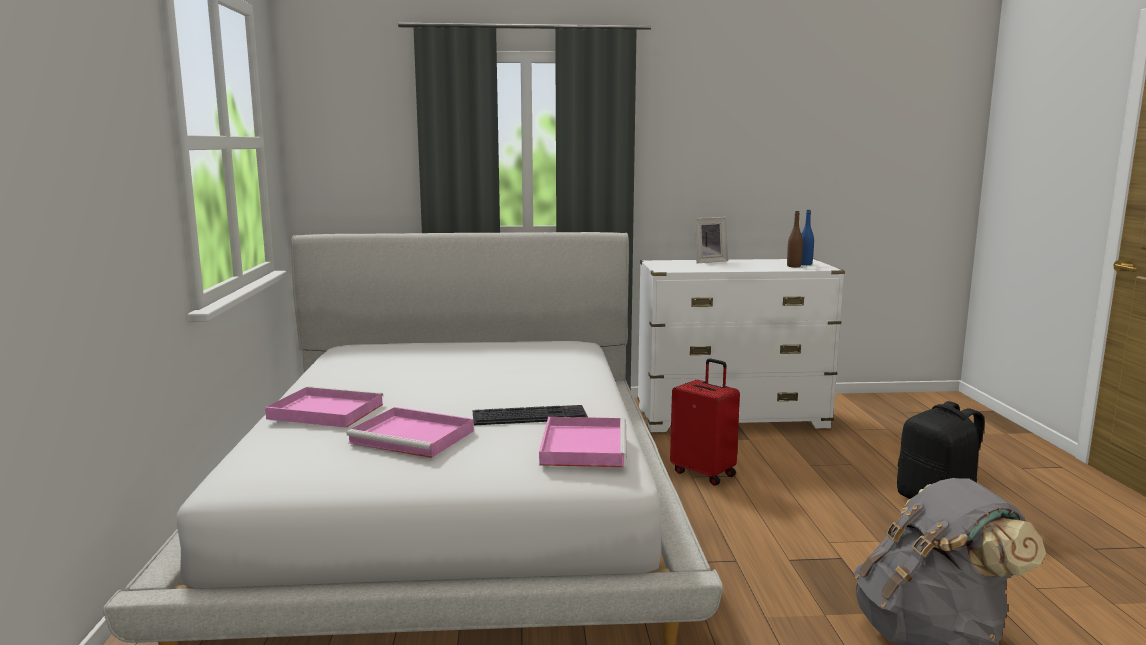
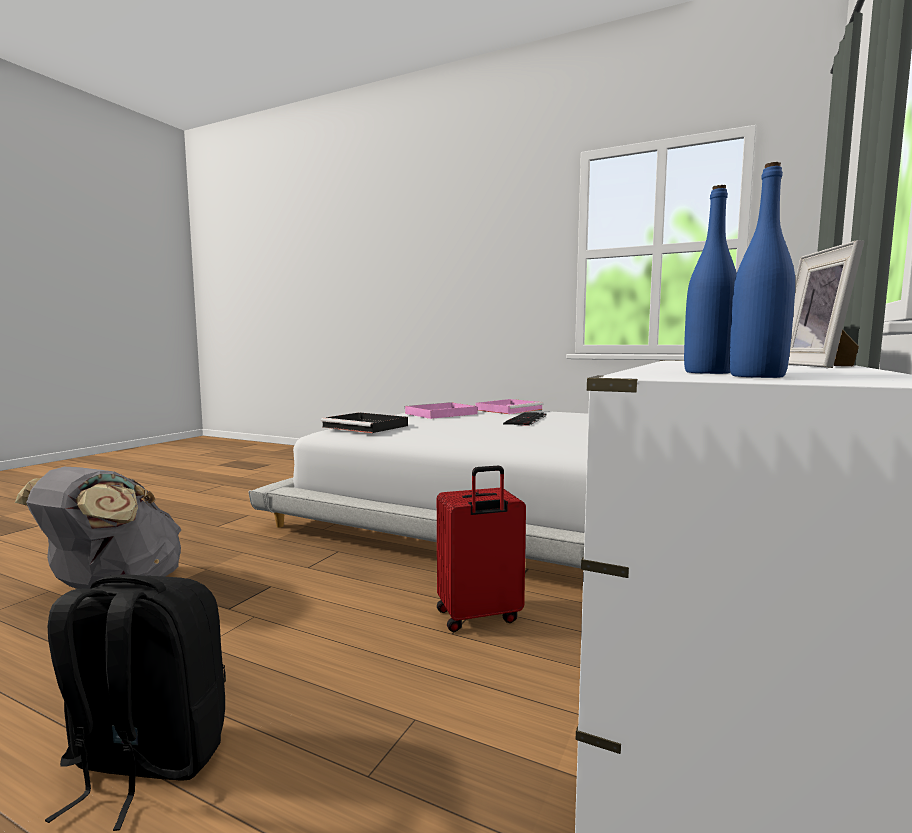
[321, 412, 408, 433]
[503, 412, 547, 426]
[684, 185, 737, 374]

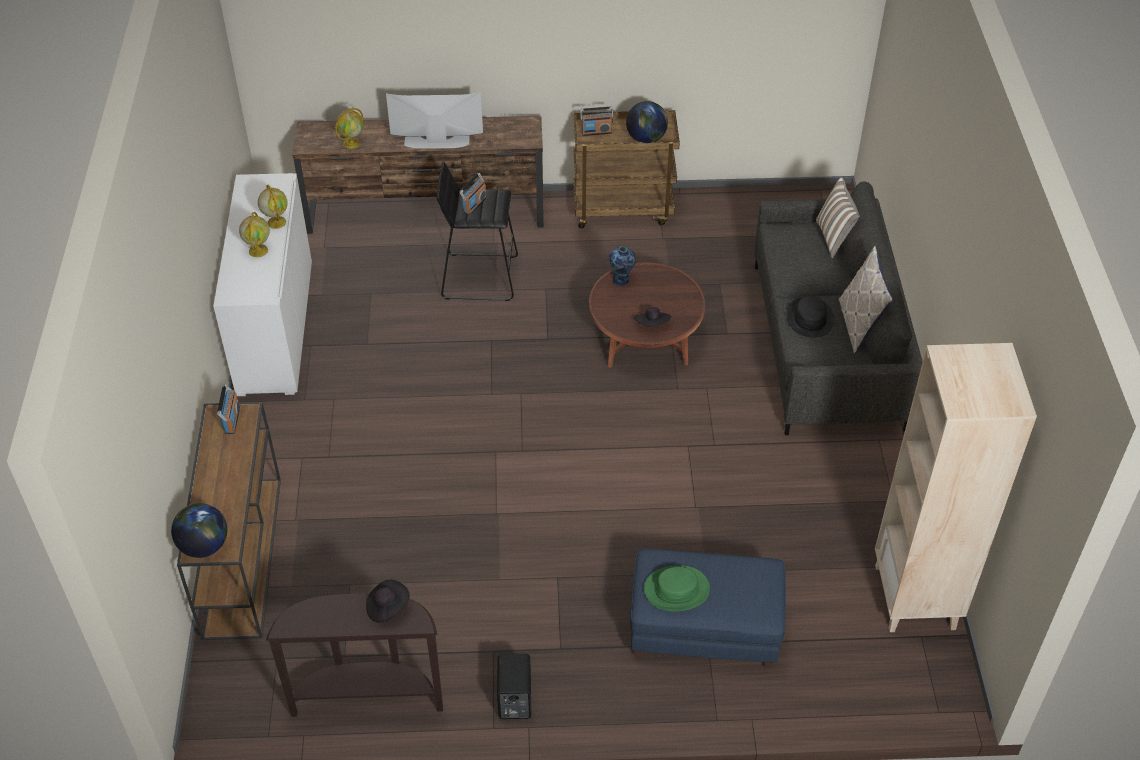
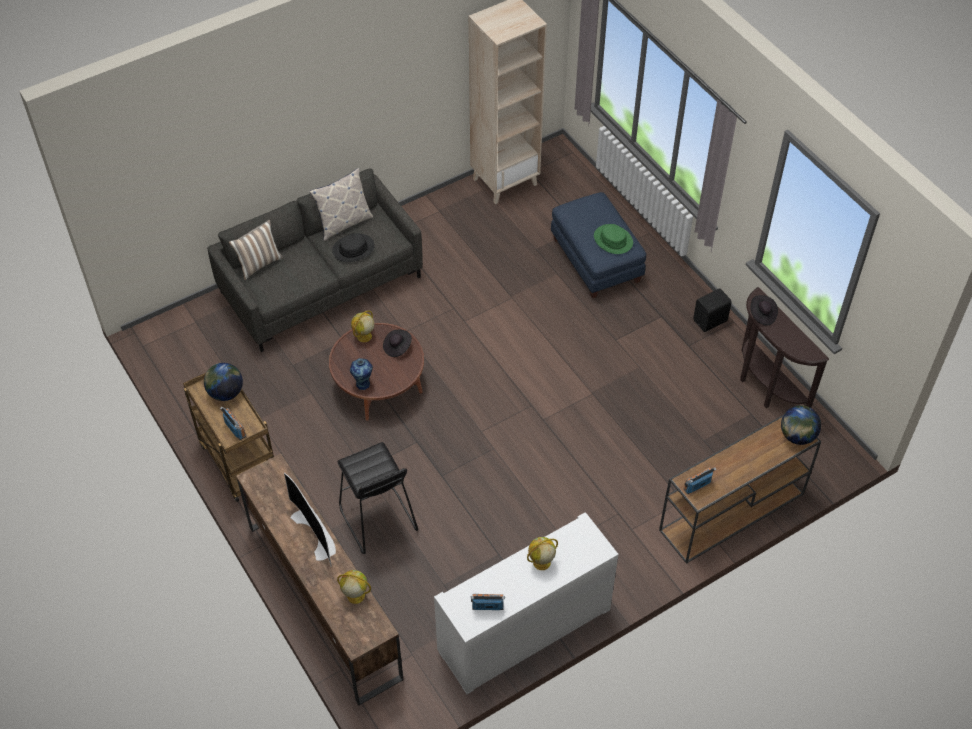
[351, 310, 374, 342]
[471, 594, 505, 610]

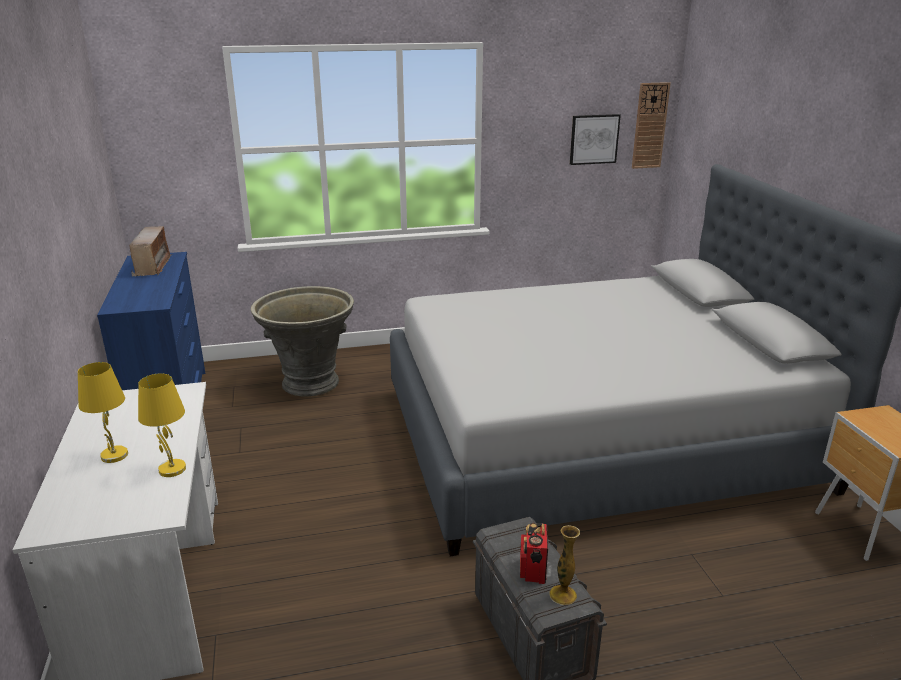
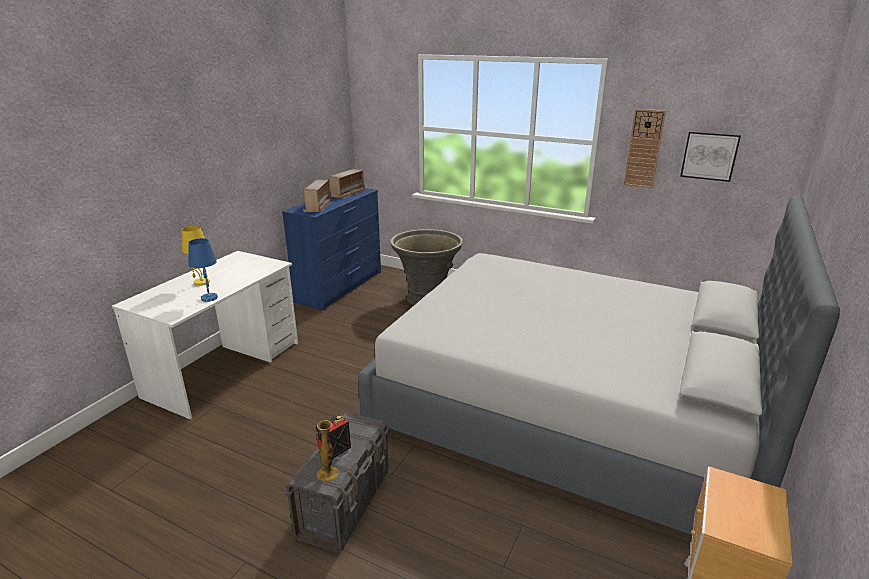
[188, 238, 218, 302]
[303, 179, 332, 212]
[624, 109, 666, 188]

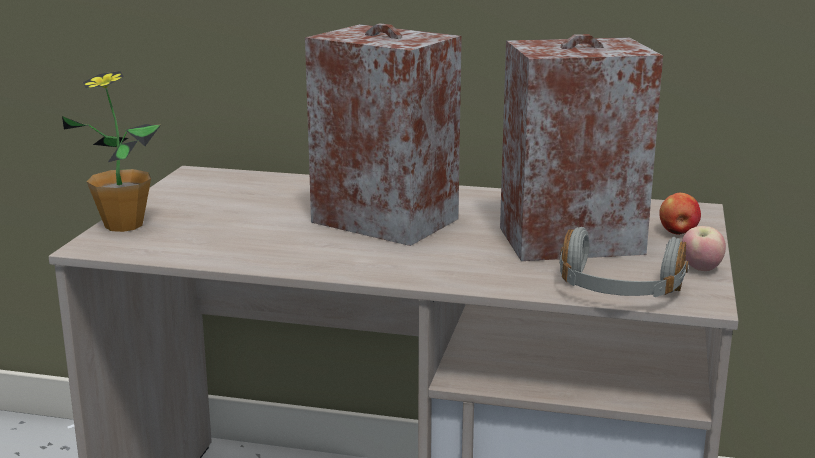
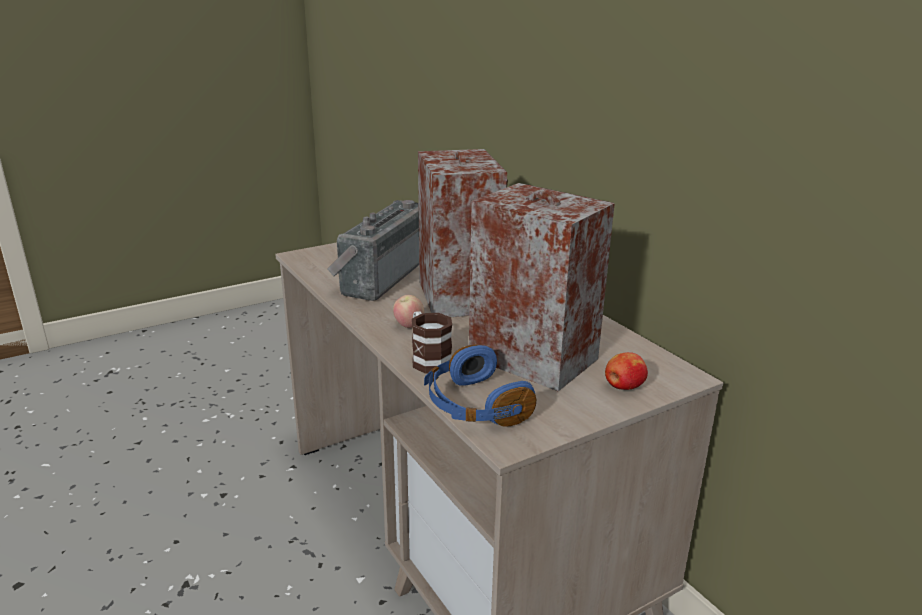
[327, 200, 419, 301]
[393, 295, 424, 328]
[412, 311, 452, 374]
[424, 345, 536, 427]
[62, 71, 161, 232] (first image)

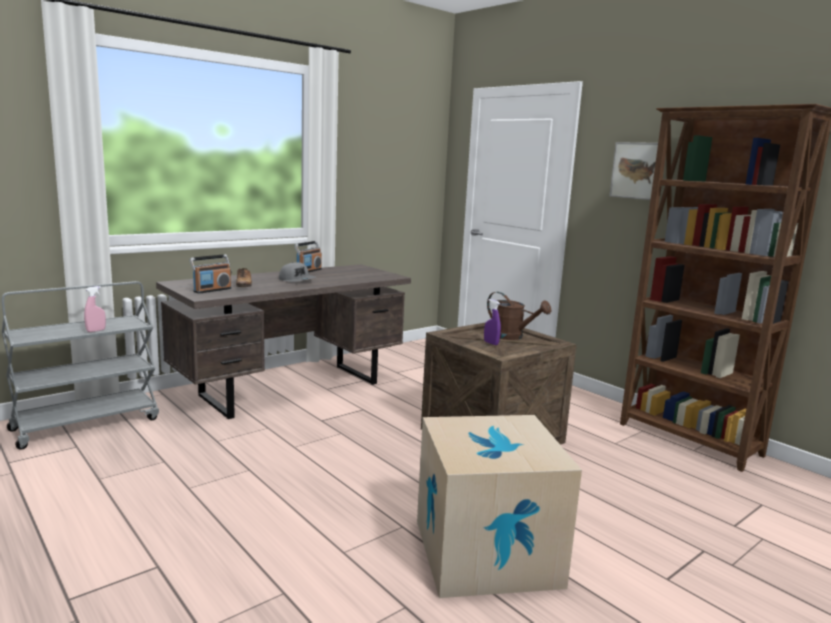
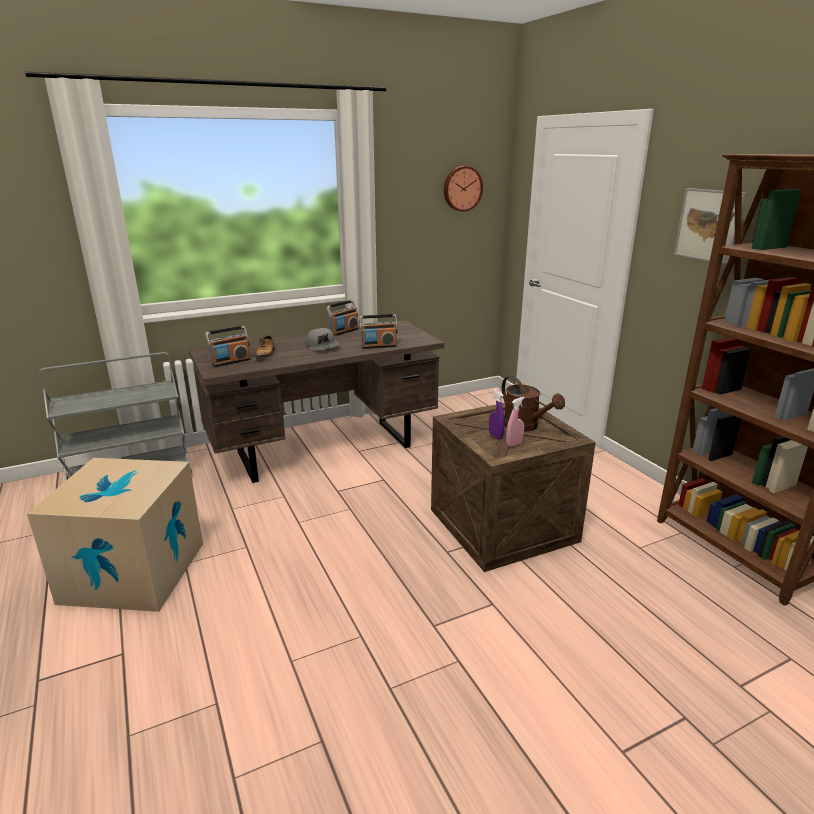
[27, 458, 203, 612]
[359, 314, 397, 349]
[444, 166, 483, 212]
[506, 397, 525, 447]

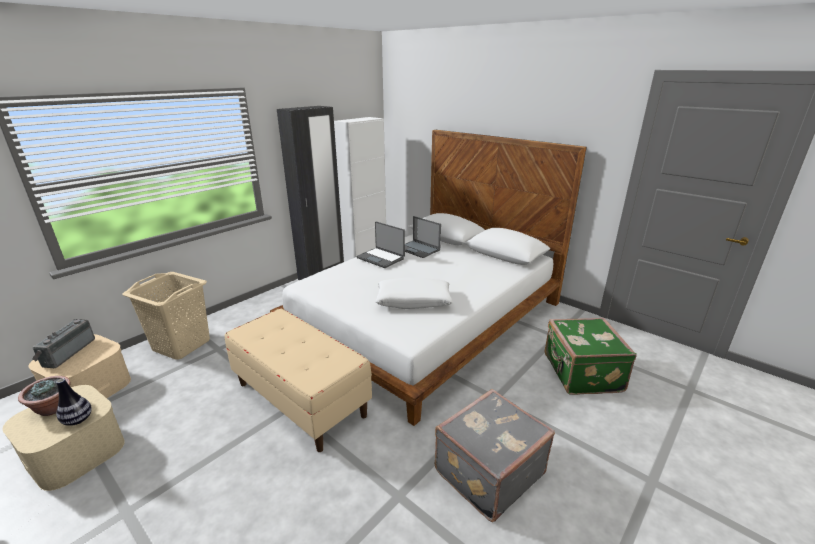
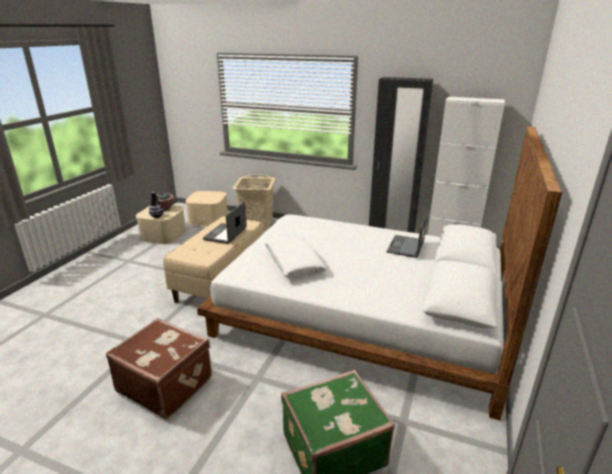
[106, 318, 212, 419]
[203, 202, 247, 244]
[32, 319, 95, 368] (first image)

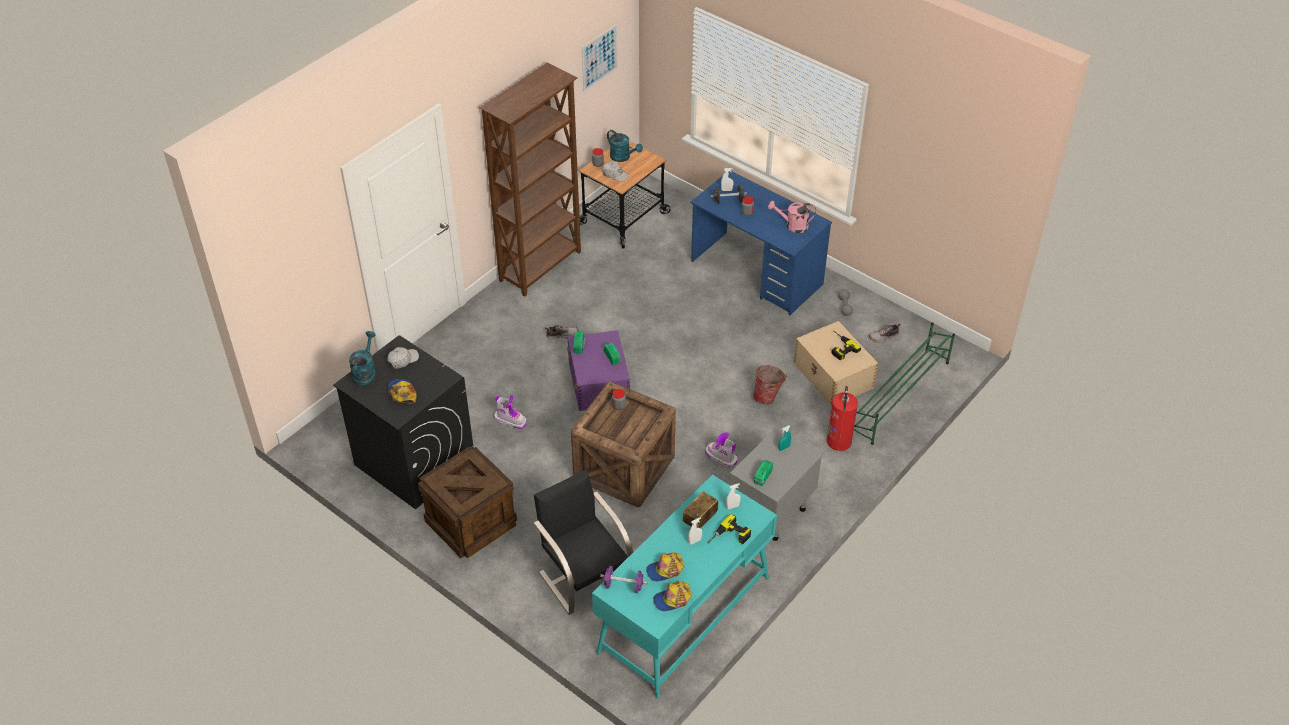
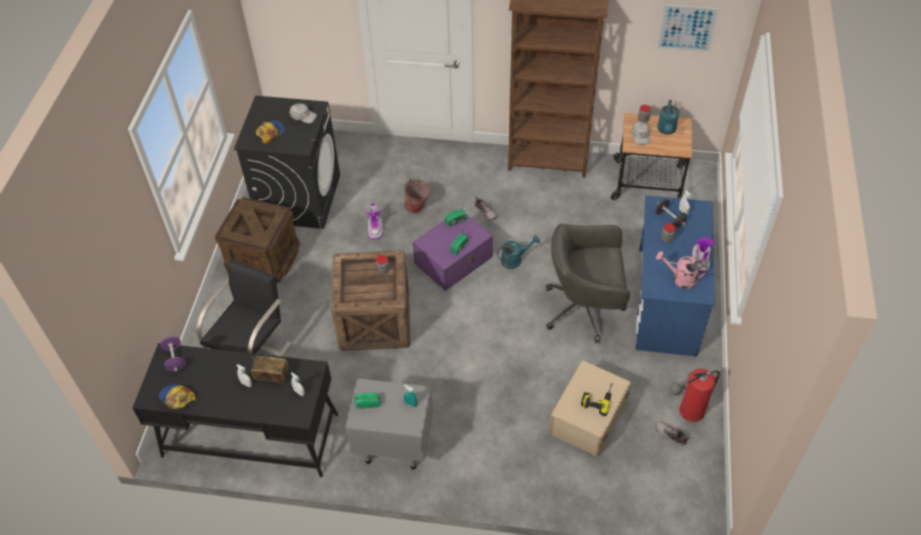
[132, 343, 338, 477]
[402, 179, 431, 213]
[497, 235, 540, 269]
[546, 224, 630, 343]
[656, 251, 707, 289]
[679, 369, 720, 422]
[692, 237, 715, 273]
[646, 552, 685, 582] (first image)
[708, 514, 751, 544] (first image)
[854, 322, 955, 445] (first image)

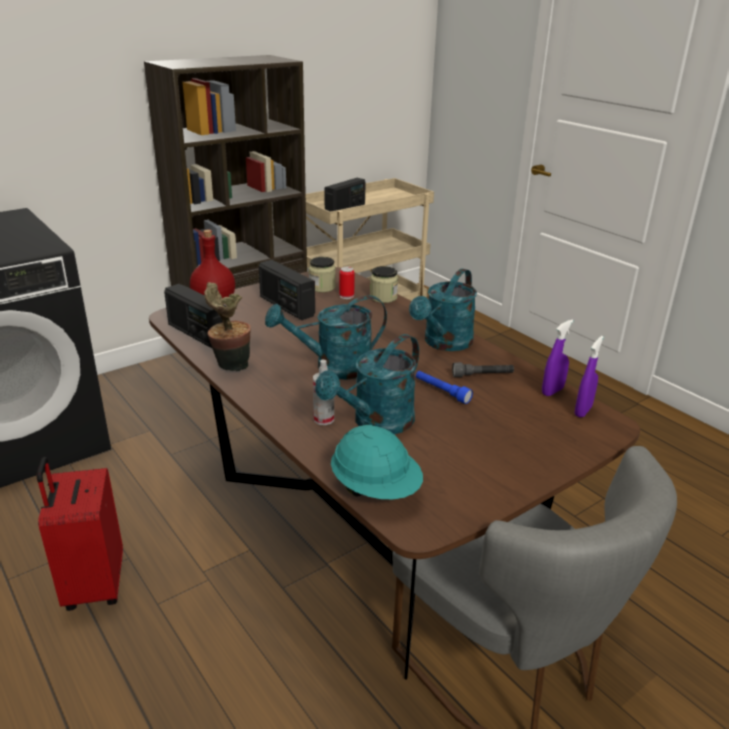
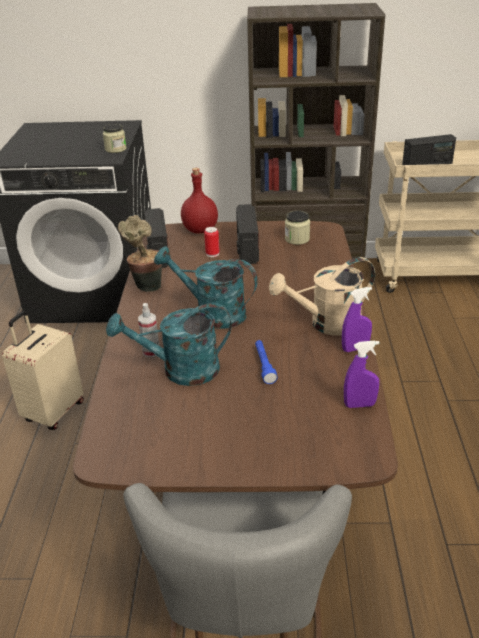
[2, 311, 84, 430]
[103, 124, 127, 153]
[204, 227, 220, 257]
[269, 257, 375, 335]
[342, 287, 372, 352]
[331, 425, 423, 499] (first image)
[452, 362, 514, 377] (first image)

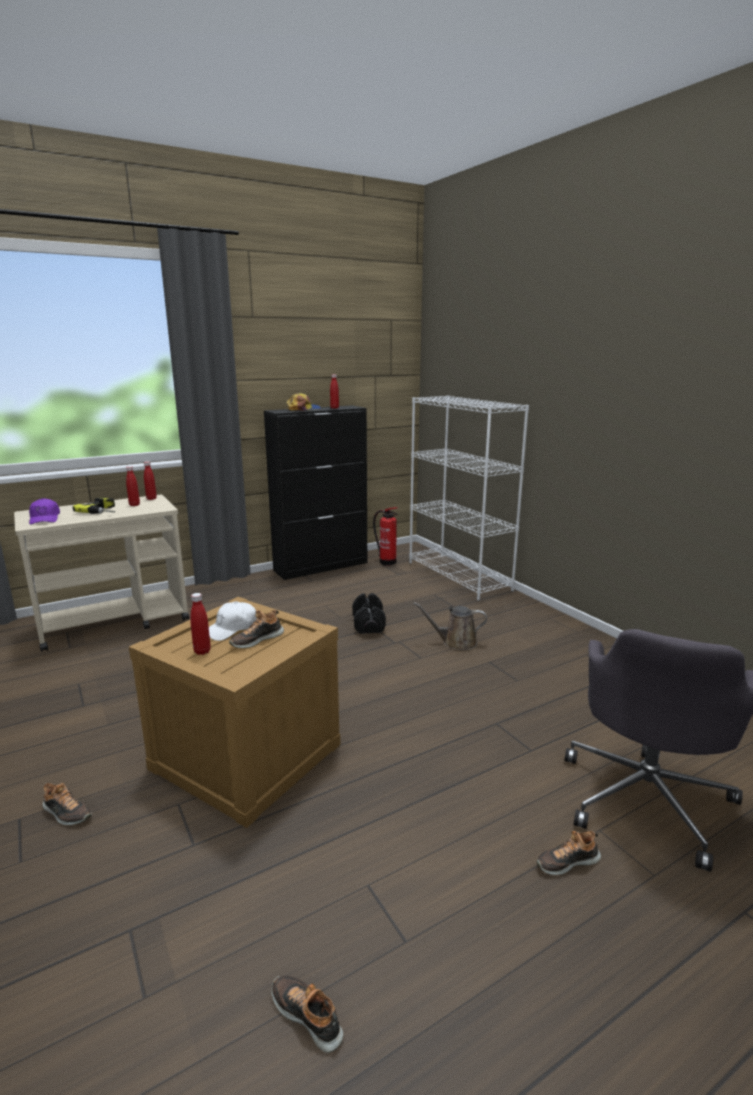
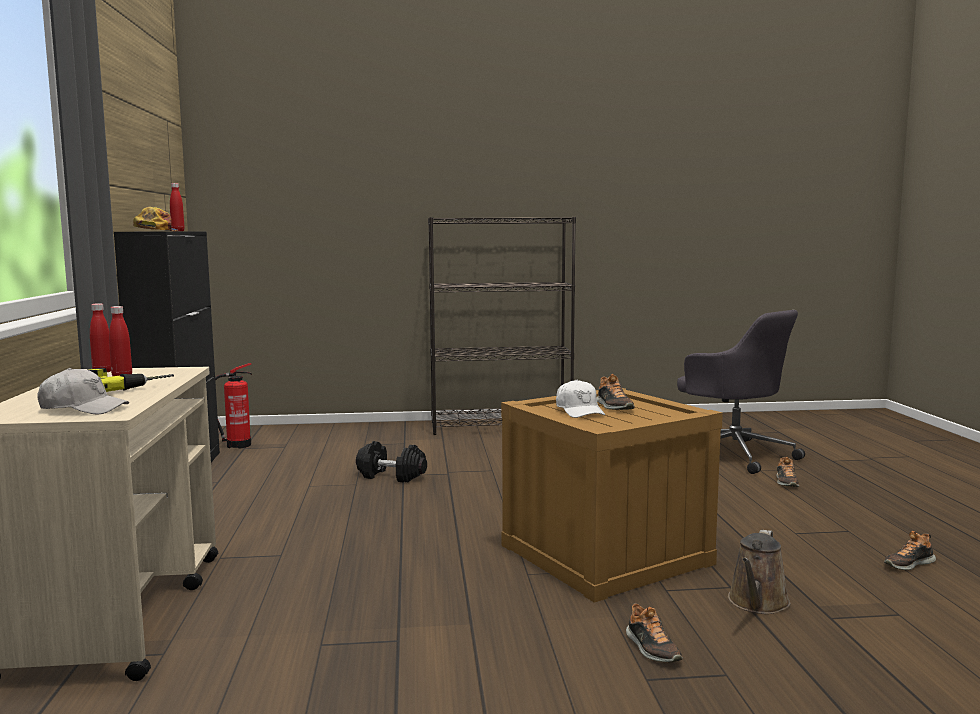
[37, 368, 129, 415]
[428, 217, 576, 435]
[626, 603, 683, 662]
[728, 530, 790, 614]
[190, 593, 211, 655] (first image)
[409, 395, 529, 600] (first image)

